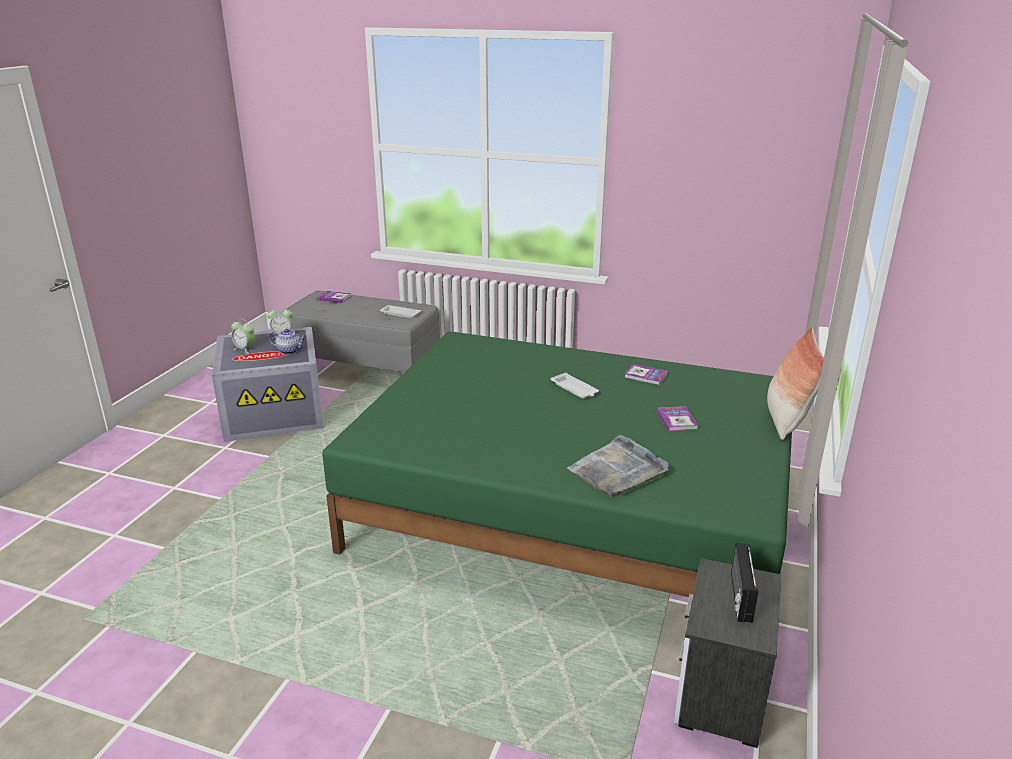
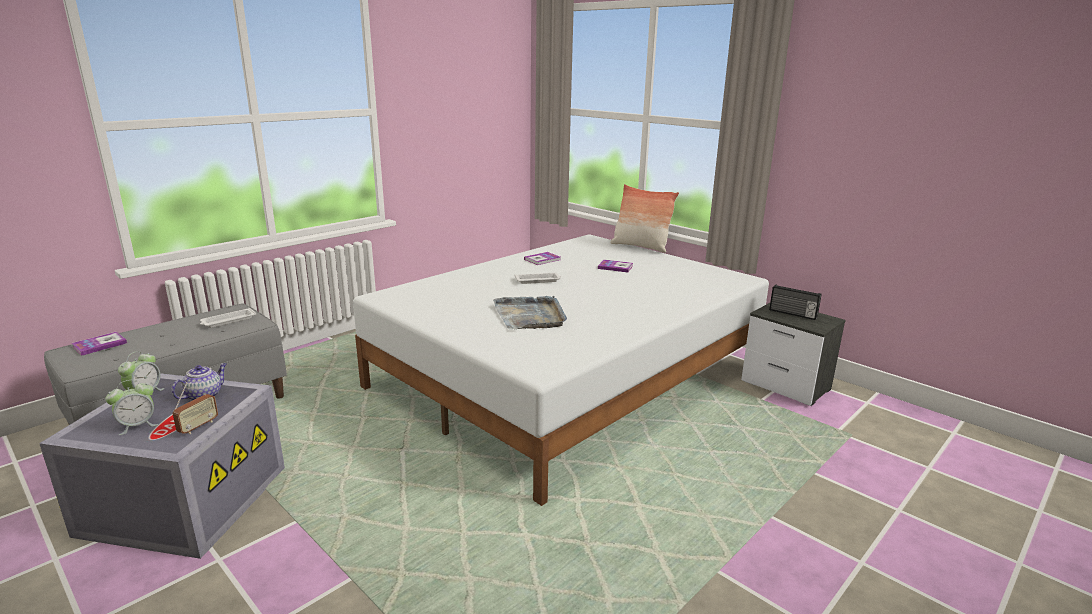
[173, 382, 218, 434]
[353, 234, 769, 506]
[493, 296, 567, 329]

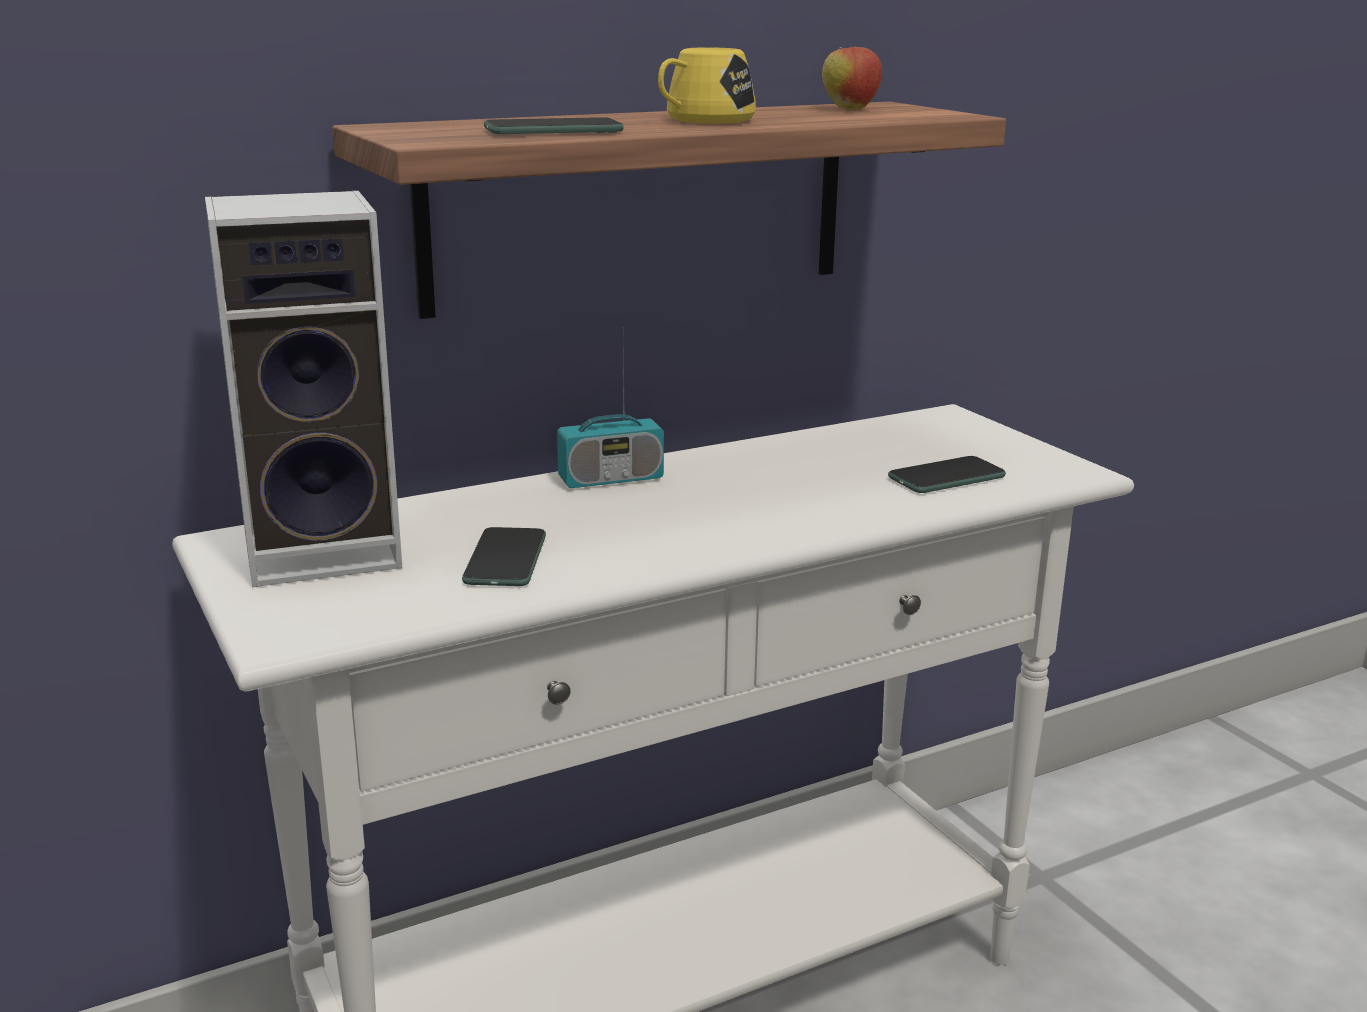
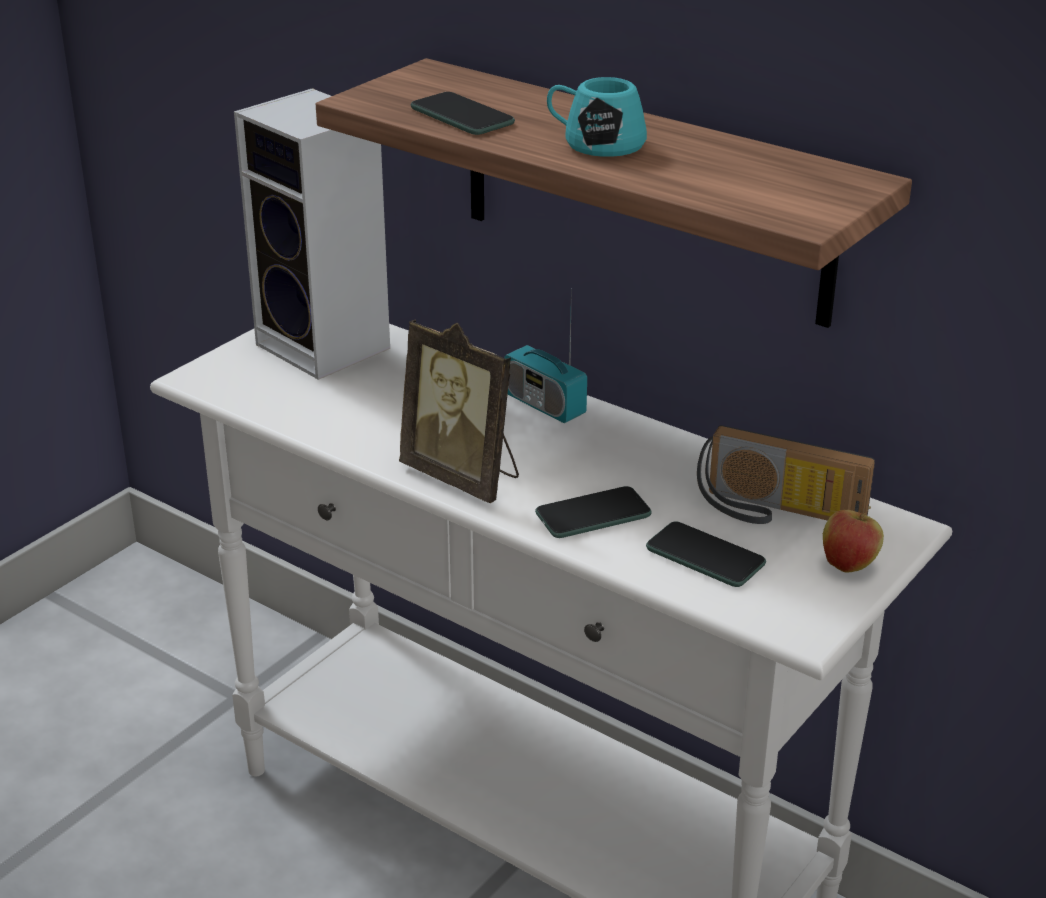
[399, 319, 519, 503]
[535, 486, 652, 538]
[547, 77, 647, 157]
[697, 425, 875, 524]
[823, 506, 884, 572]

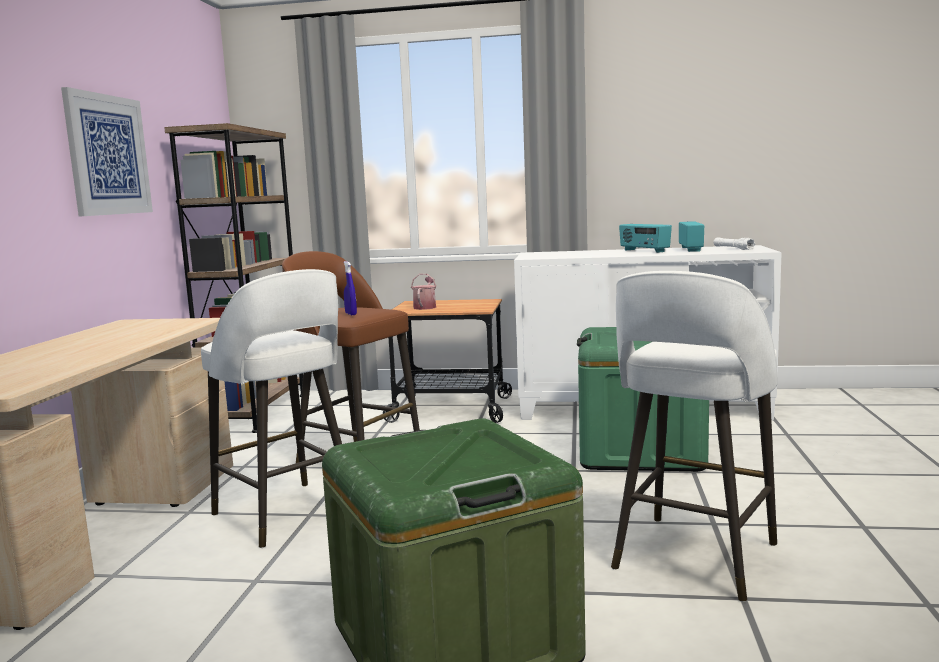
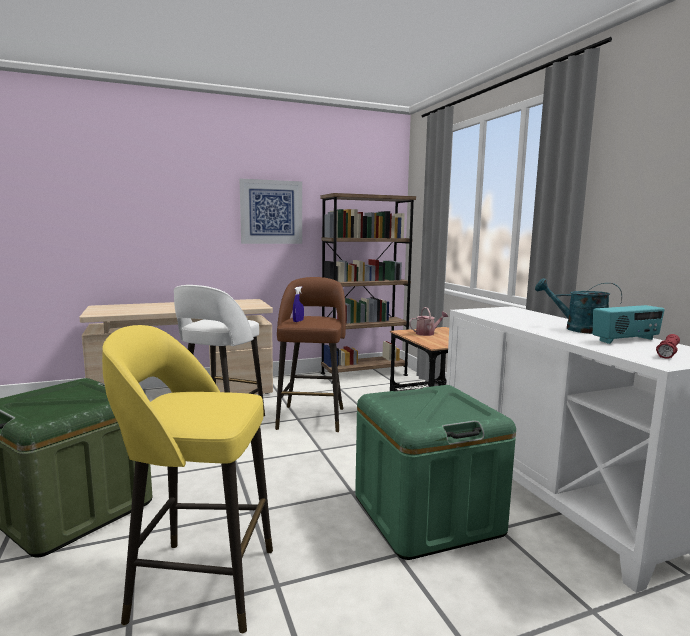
[102, 325, 273, 633]
[535, 278, 622, 334]
[656, 334, 680, 359]

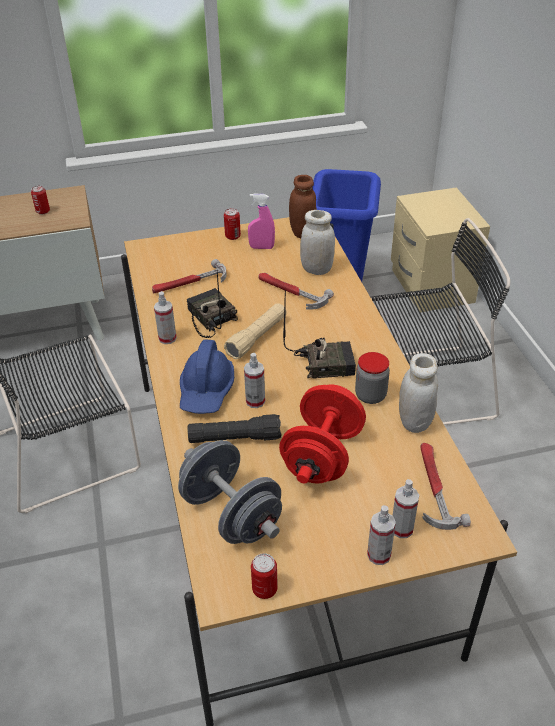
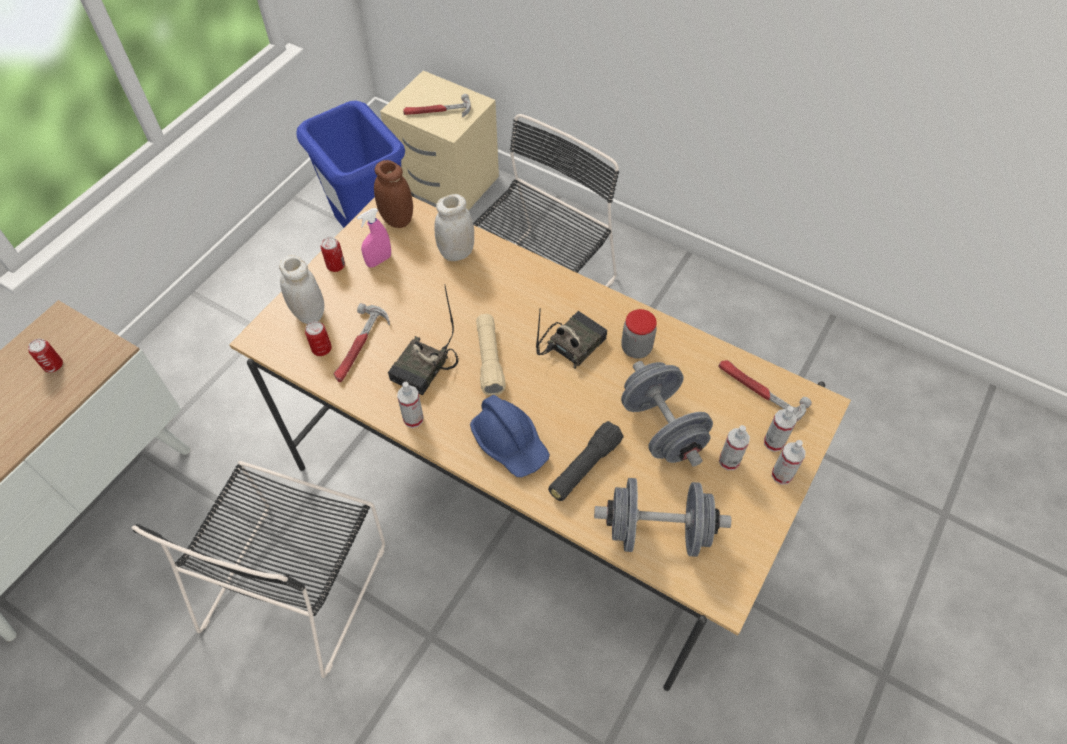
[279, 255, 324, 324]
[305, 321, 332, 356]
[388, 284, 459, 395]
[403, 94, 471, 117]
[621, 361, 713, 467]
[719, 425, 750, 470]

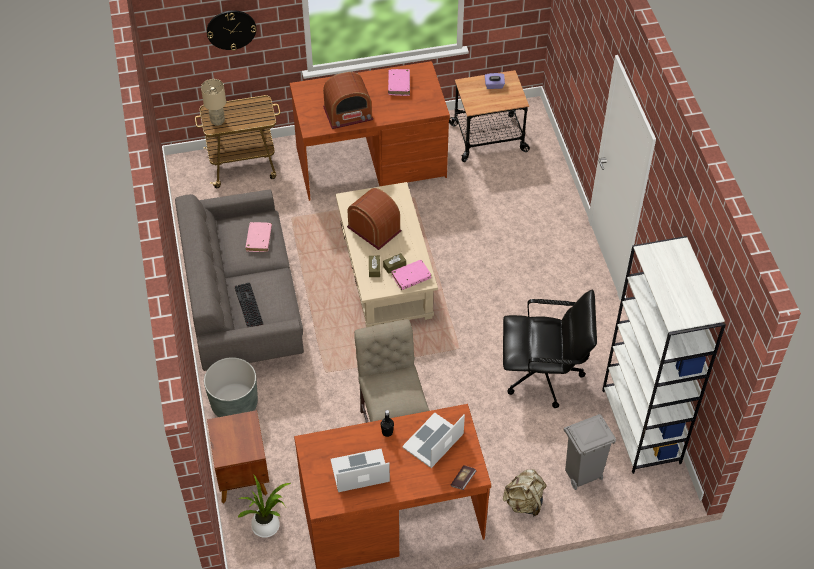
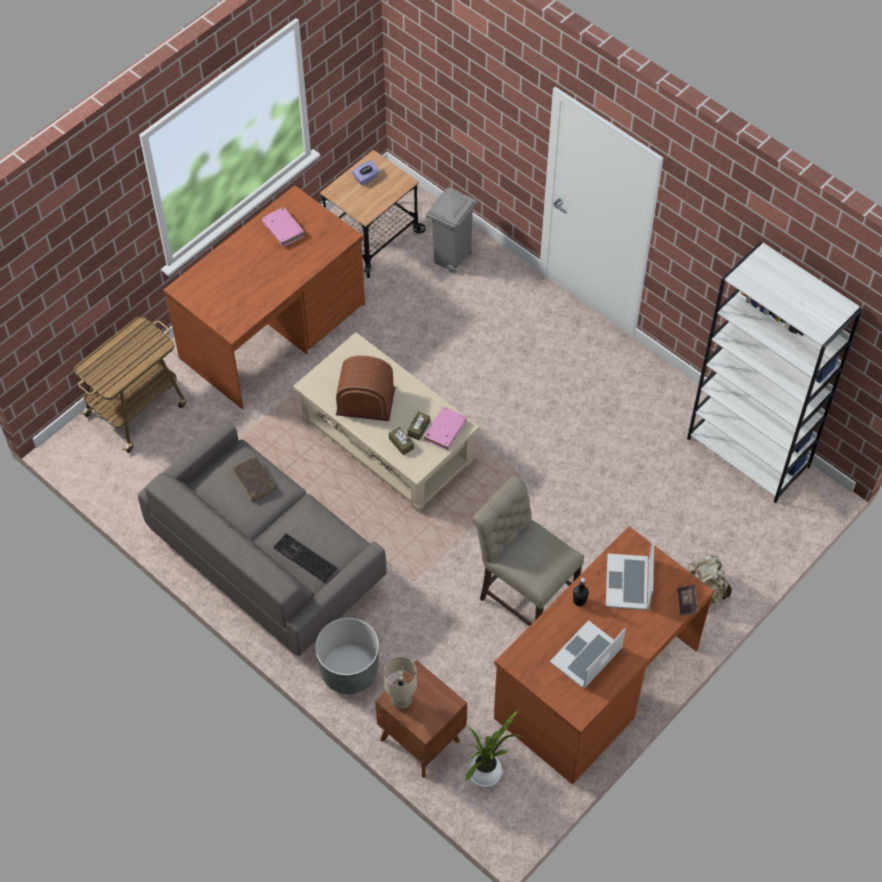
[232, 456, 276, 502]
[384, 657, 417, 709]
[426, 187, 478, 274]
[207, 10, 256, 51] (first image)
[323, 72, 373, 129] (first image)
[503, 290, 597, 408] (first image)

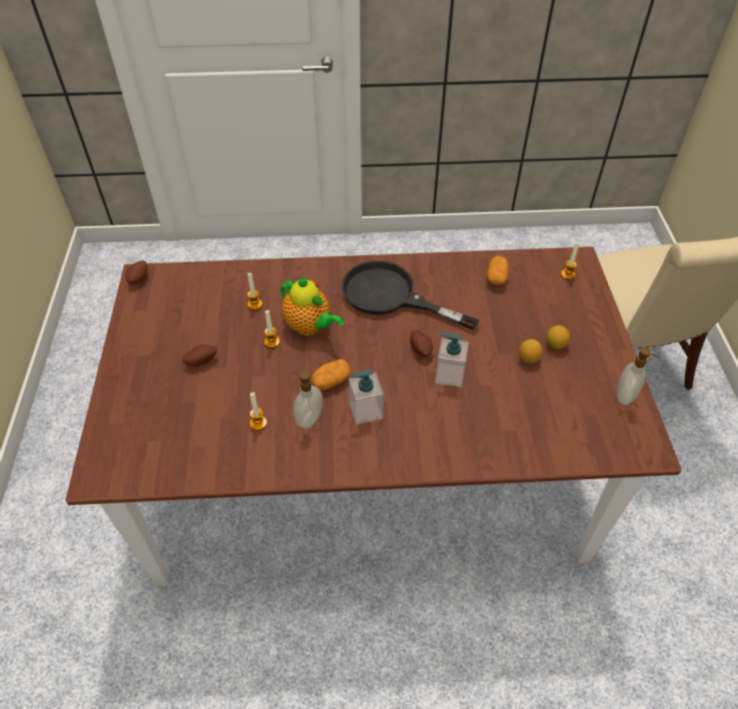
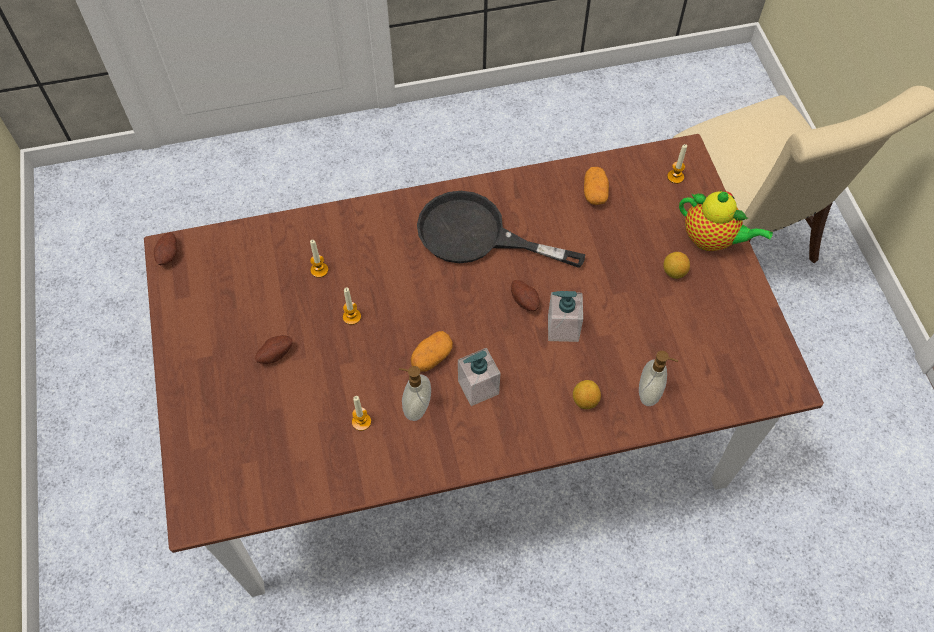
[573, 380, 601, 409]
[639, 351, 678, 406]
[679, 190, 773, 251]

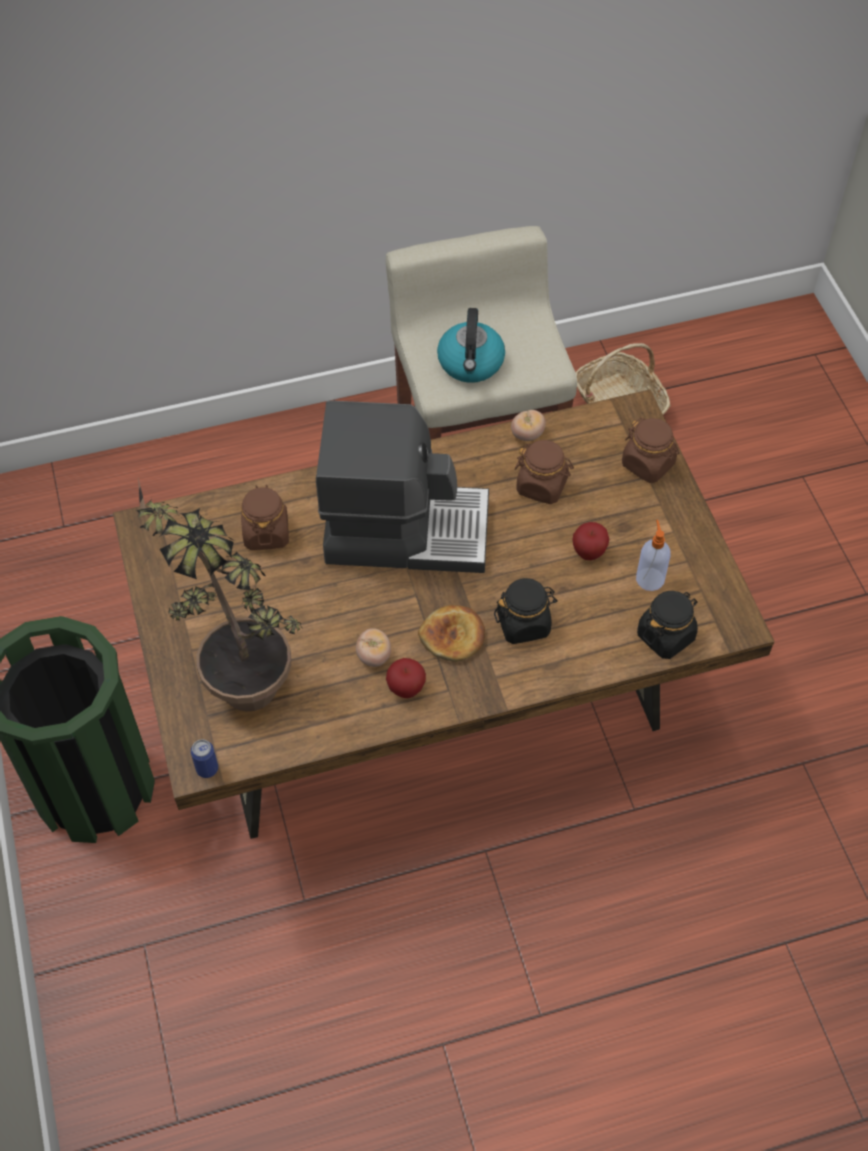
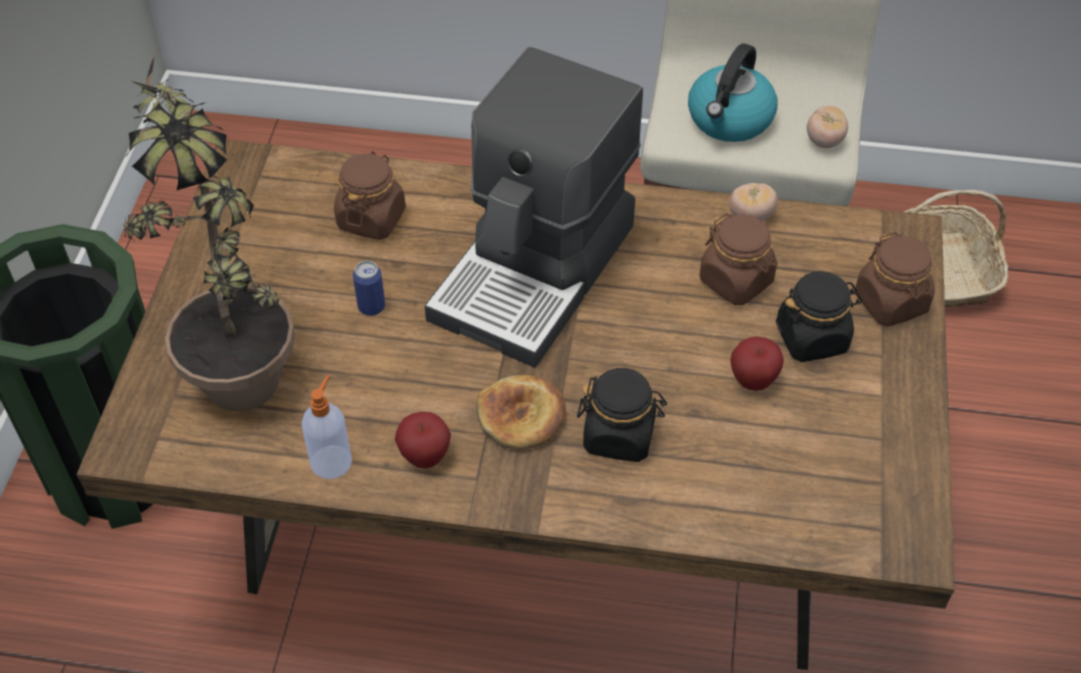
[302, 375, 352, 479]
[353, 261, 385, 316]
[425, 47, 643, 368]
[776, 271, 862, 362]
[807, 106, 848, 148]

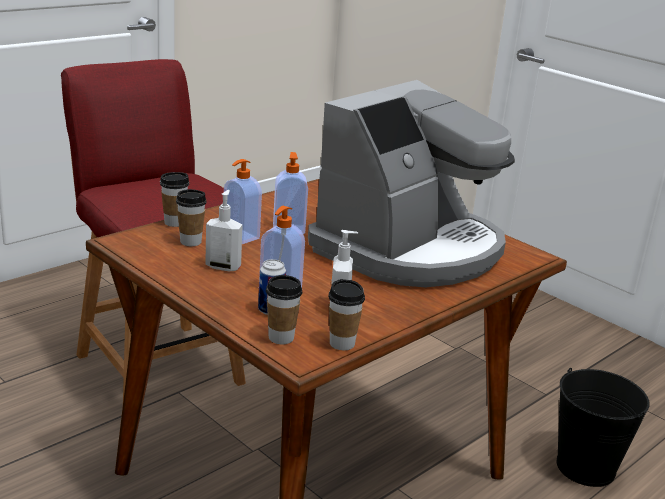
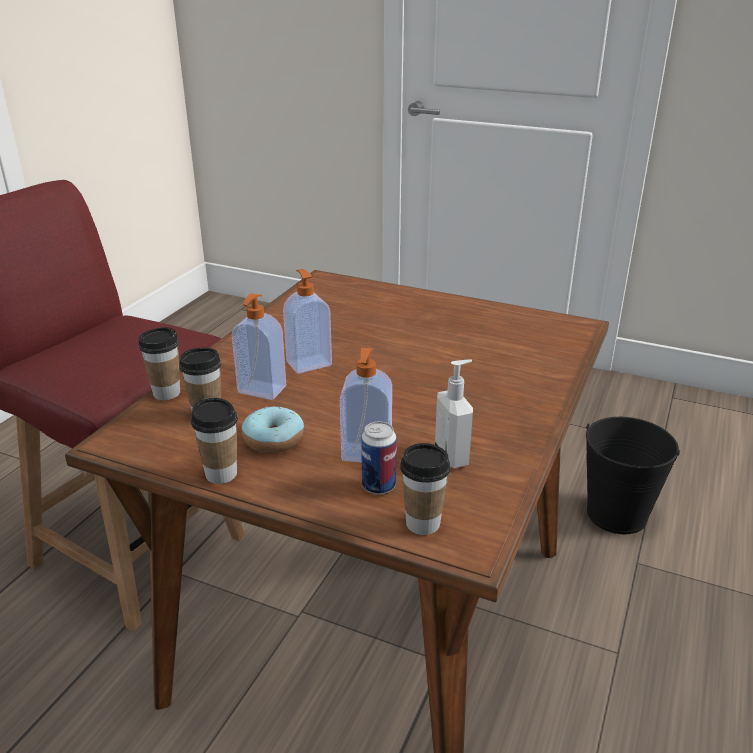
[191, 398, 238, 484]
[242, 406, 304, 453]
[308, 80, 515, 287] (first image)

